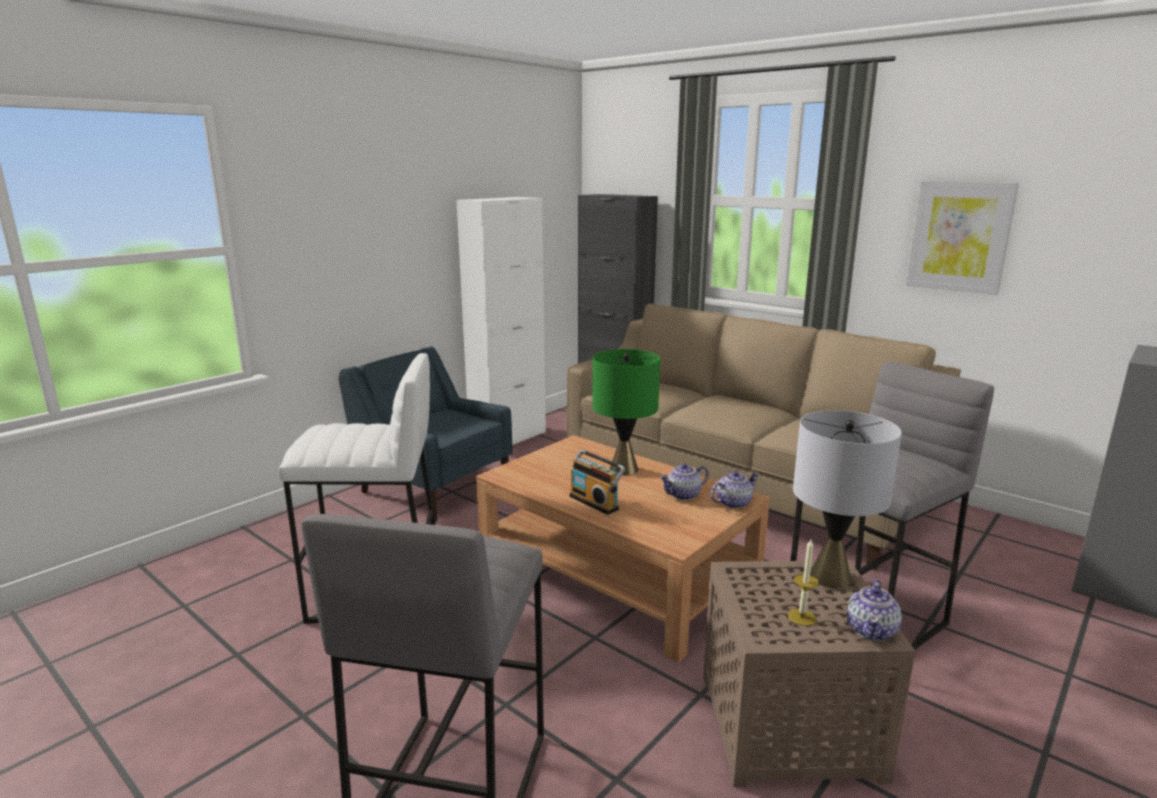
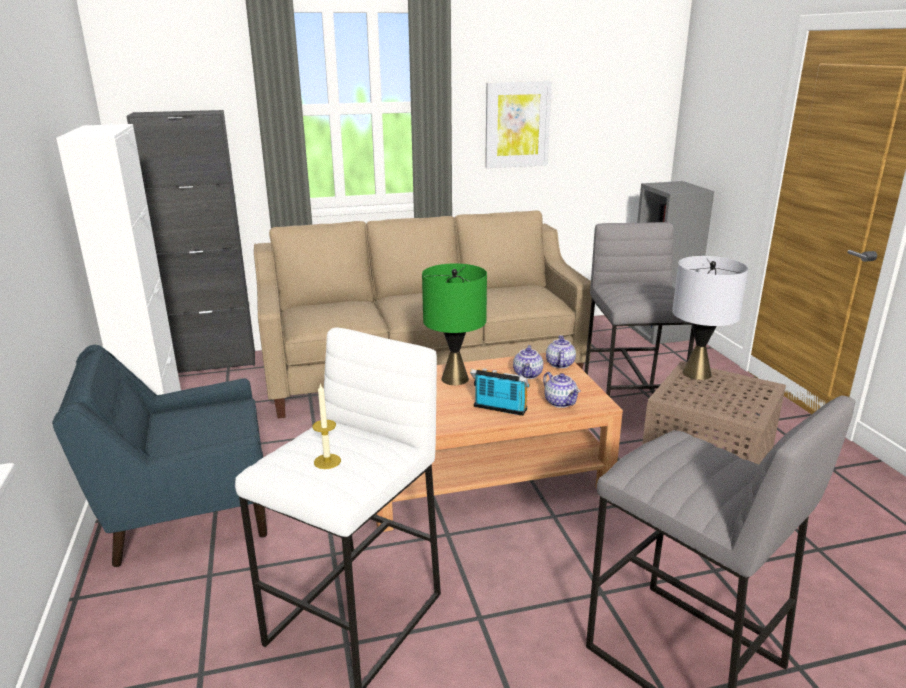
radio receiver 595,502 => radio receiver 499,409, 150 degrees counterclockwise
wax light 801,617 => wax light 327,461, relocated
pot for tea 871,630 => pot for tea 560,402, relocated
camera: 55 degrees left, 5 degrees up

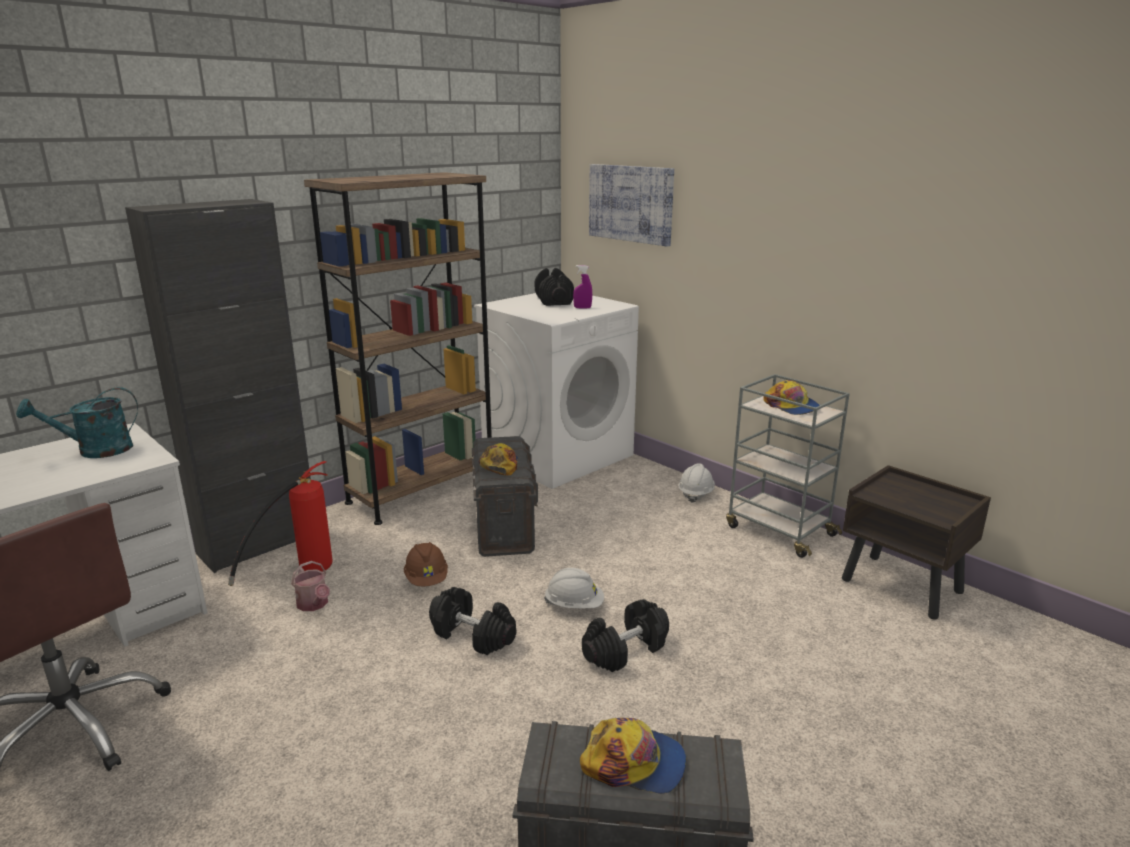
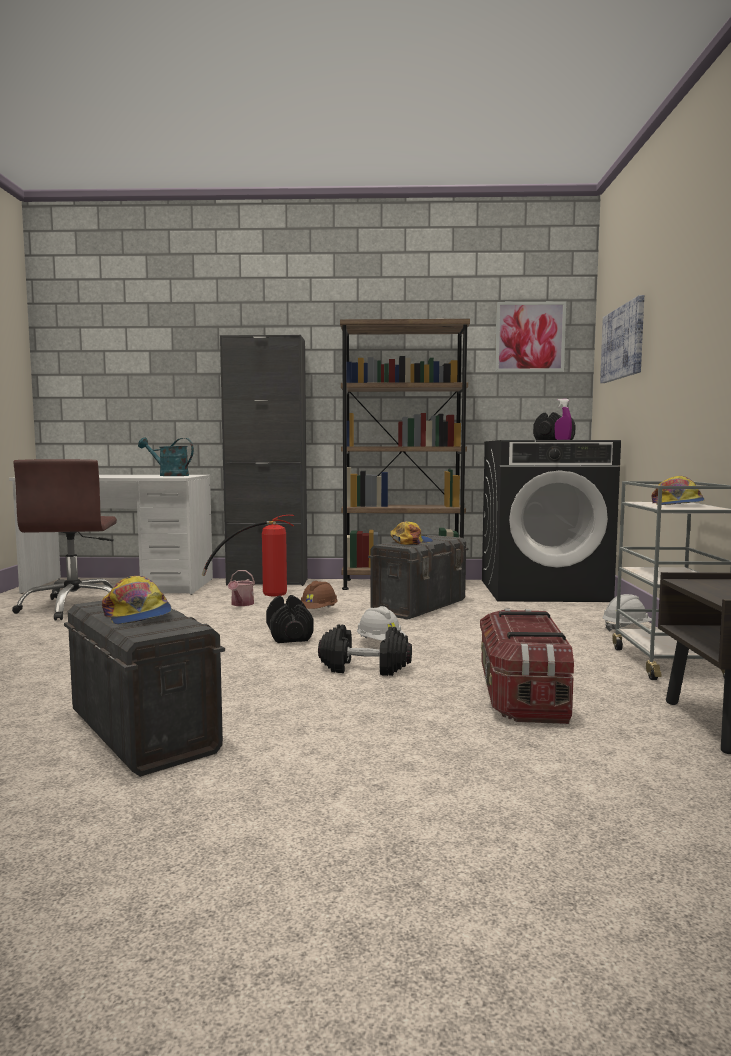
white-coloured laundry appliance 558,455 => black-coloured laundry appliance 543,590
nothing => wall art 529,337
nothing => storage container 522,695
camera: 45 degrees right, 15 degrees down

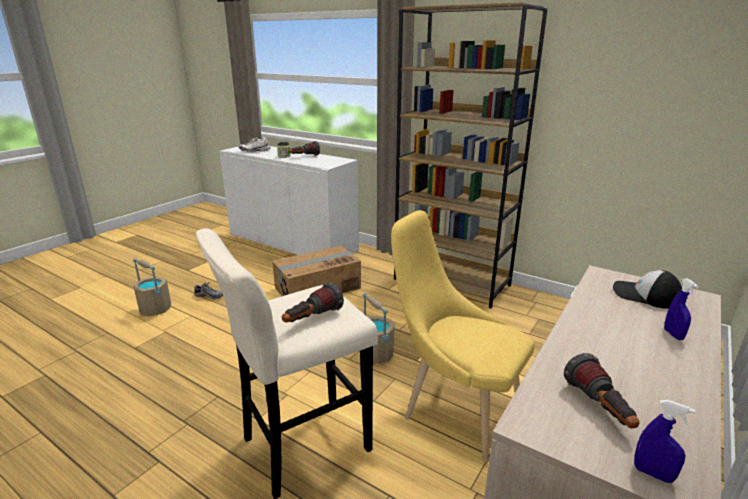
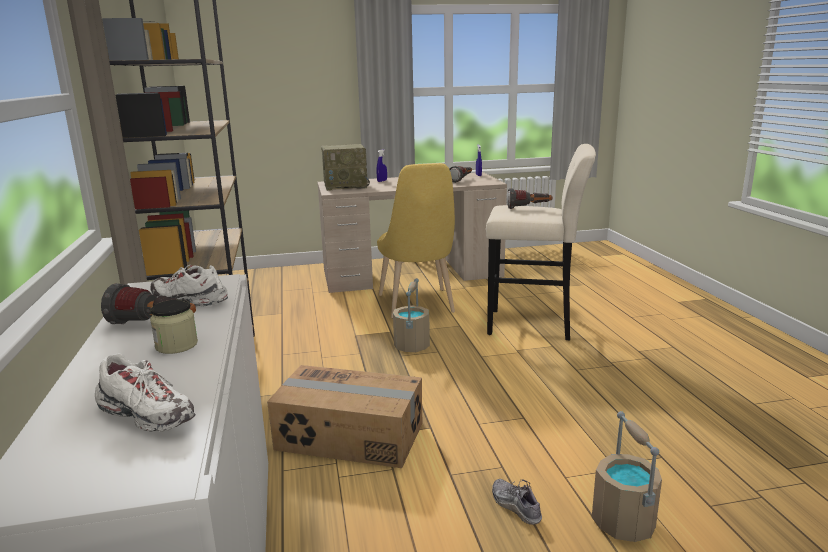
baseball cap 645,295 => radio receiver 346,186
nothing => white-coloured shoe 189,301
camera: 135 degrees left, 5 degrees down

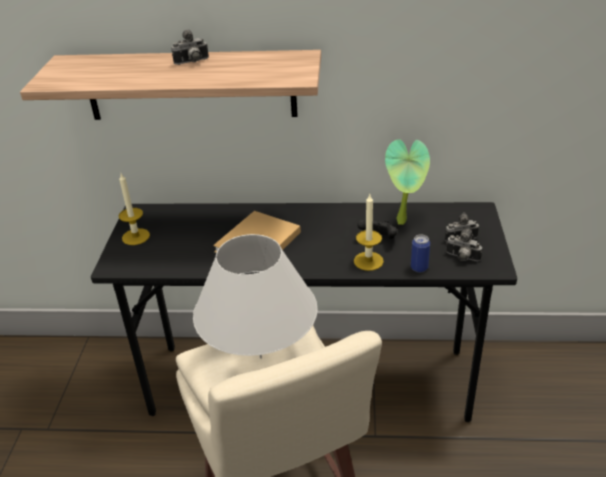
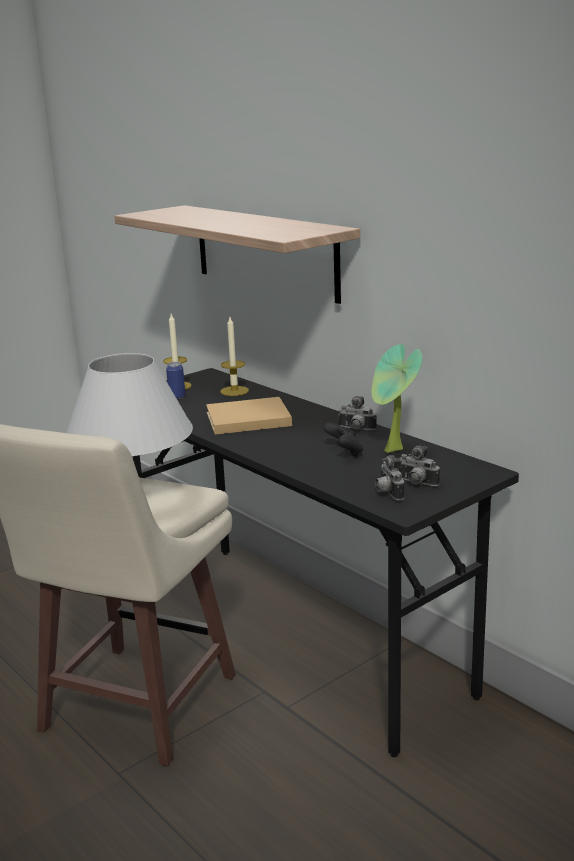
photo camera 192,62 => photo camera 356,429, relocated
wax light 368,261 => wax light 234,391, relocated
sealed can 419,268 => sealed can 177,397, relocated
camera: 45 degrees right, 15 degrees down

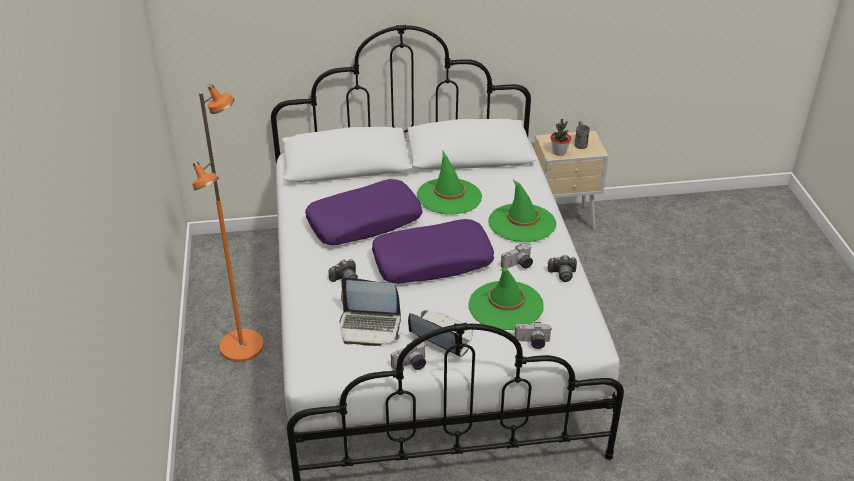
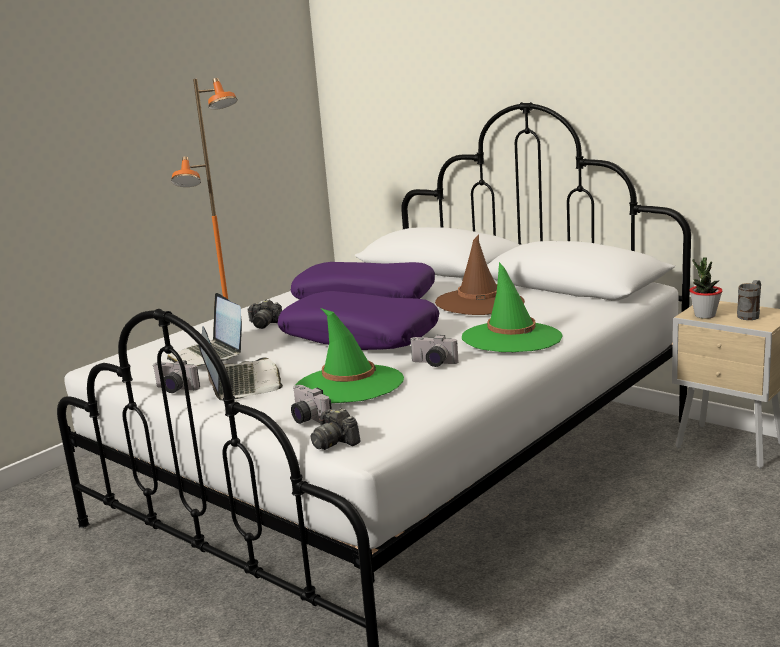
green-coloured clothing hat 449,196 => brown clothing hat 479,303
photo camera 562,274 => photo camera 335,442, relocated
camera: 50 degrees right, 20 degrees down

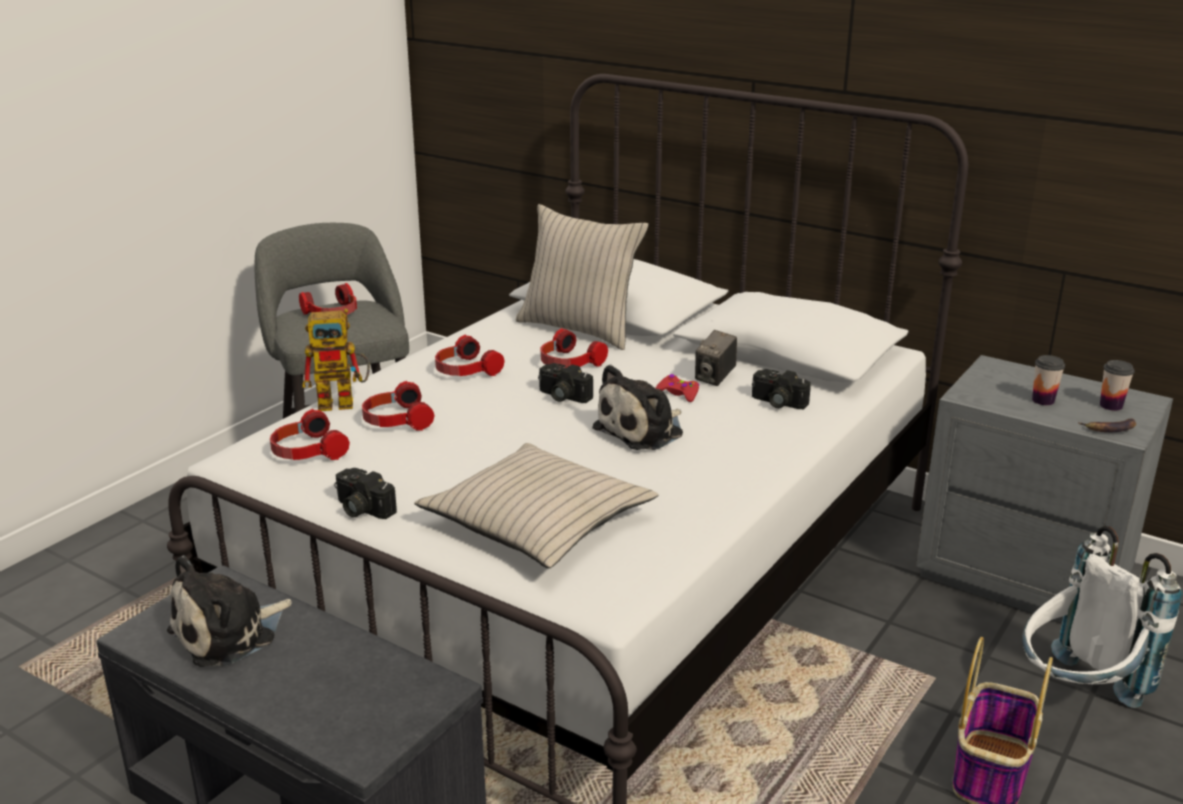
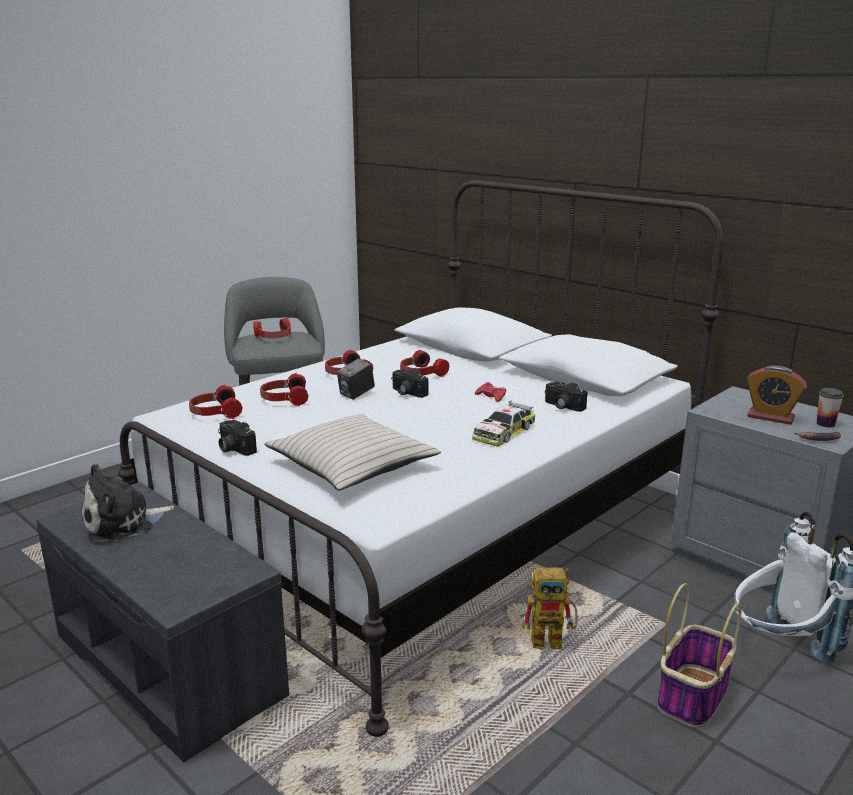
sand-coloured cushion 580,329 => nothing
toy robot 344,402 => toy robot 553,640, relocated
photo camera 715,378 => photo camera 356,394, relocated
cup 1043,400 => table clock 770,417
plush toy 643,430 => nothing
nothing => toy car 503,432
camera: 10 degrees right, 5 degrees down

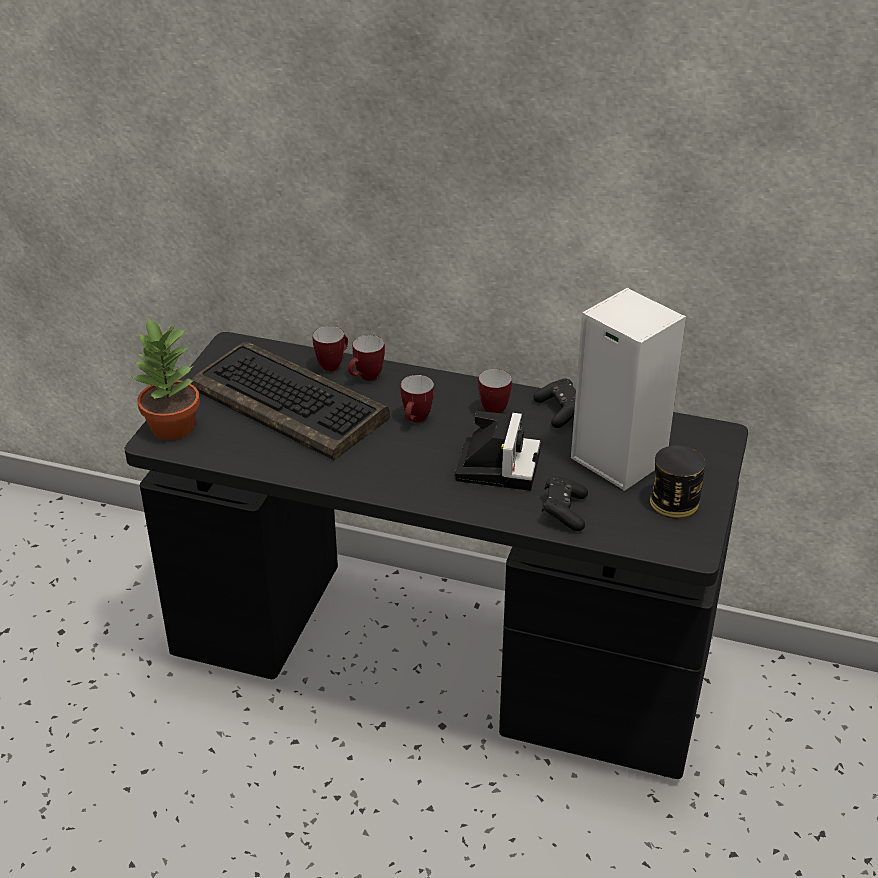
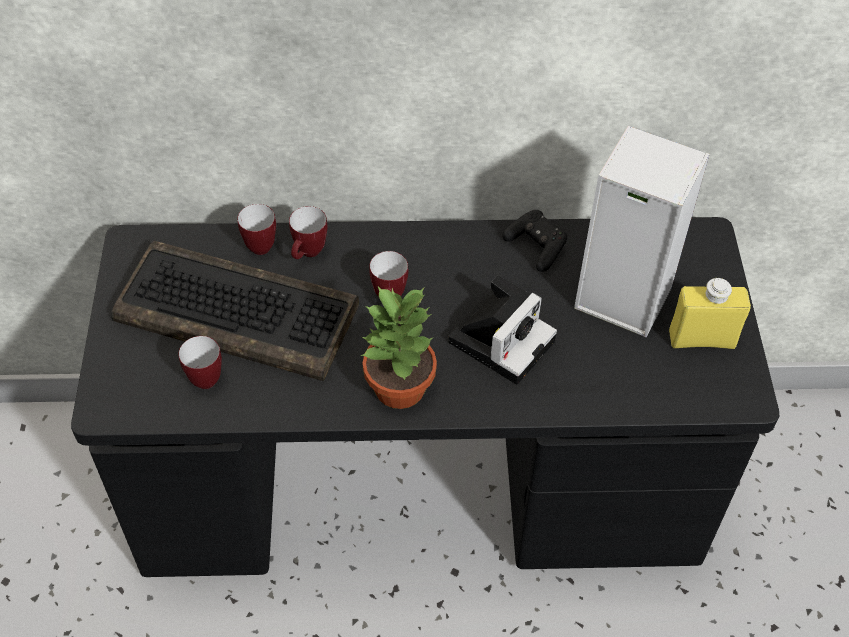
houseplant 172,428 => houseplant 400,388, relocated
tea mug 492,409 => tea mug 202,377, relocated
photo camera 497,465 => photo camera 502,338, 45 degrees clockwise
sealed can 674,502 => yellow drink bottle 701,339
black-coloured gamepad 564,512 => nothing
camera: 20 degrees left, 15 degrees up

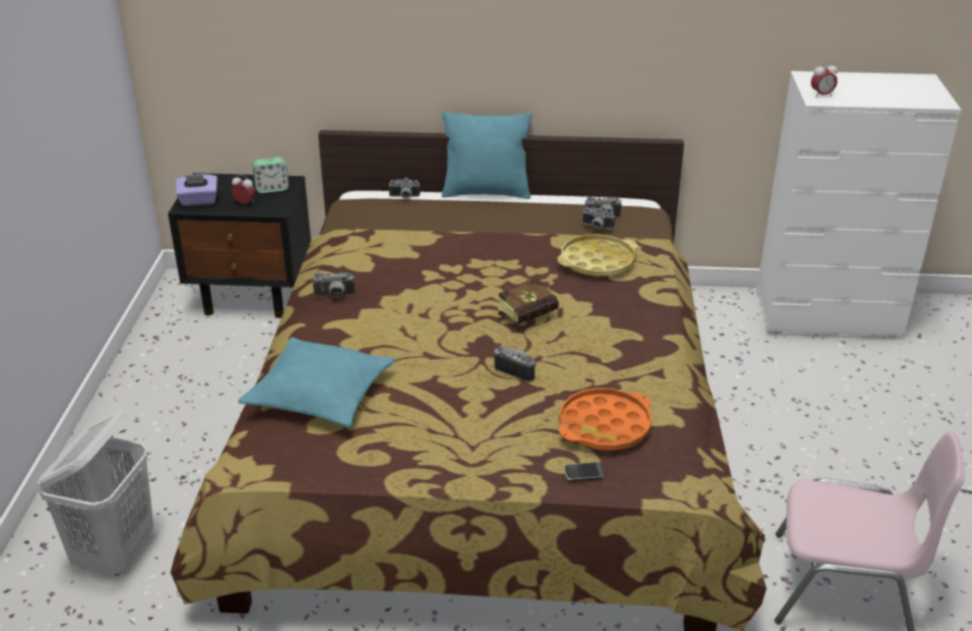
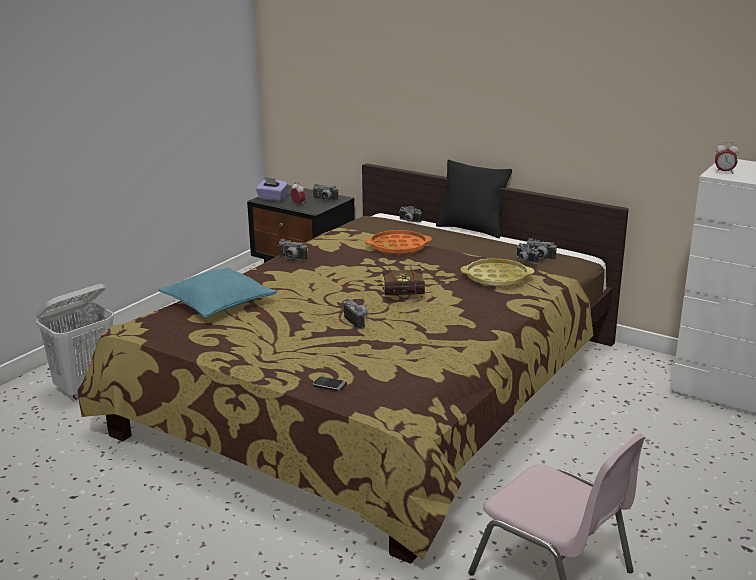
turquoise-coloured cushion 486,192 => black-coloured cushion 471,229
table clock 272,188 => photo camera 325,200
orange-coloured tray 604,426 => orange-coloured tray 398,247, relocated
camera: 30 degrees right, 10 degrees down

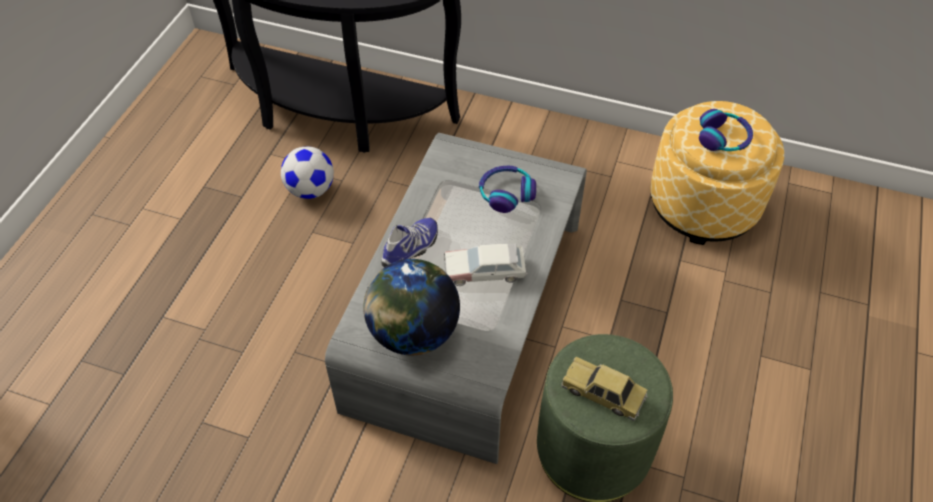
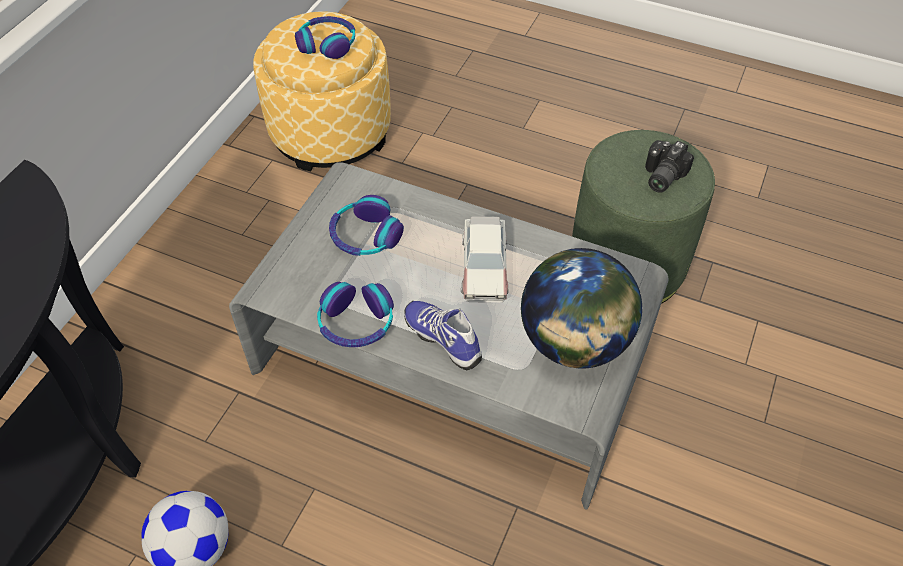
toy car 603,393 => photo camera 660,176
nothing => headset 356,323
camera: 85 degrees left, 0 degrees up

